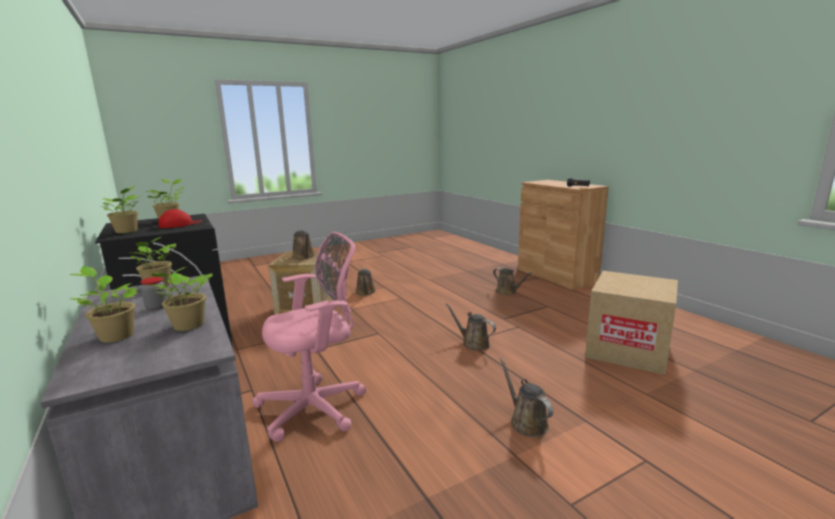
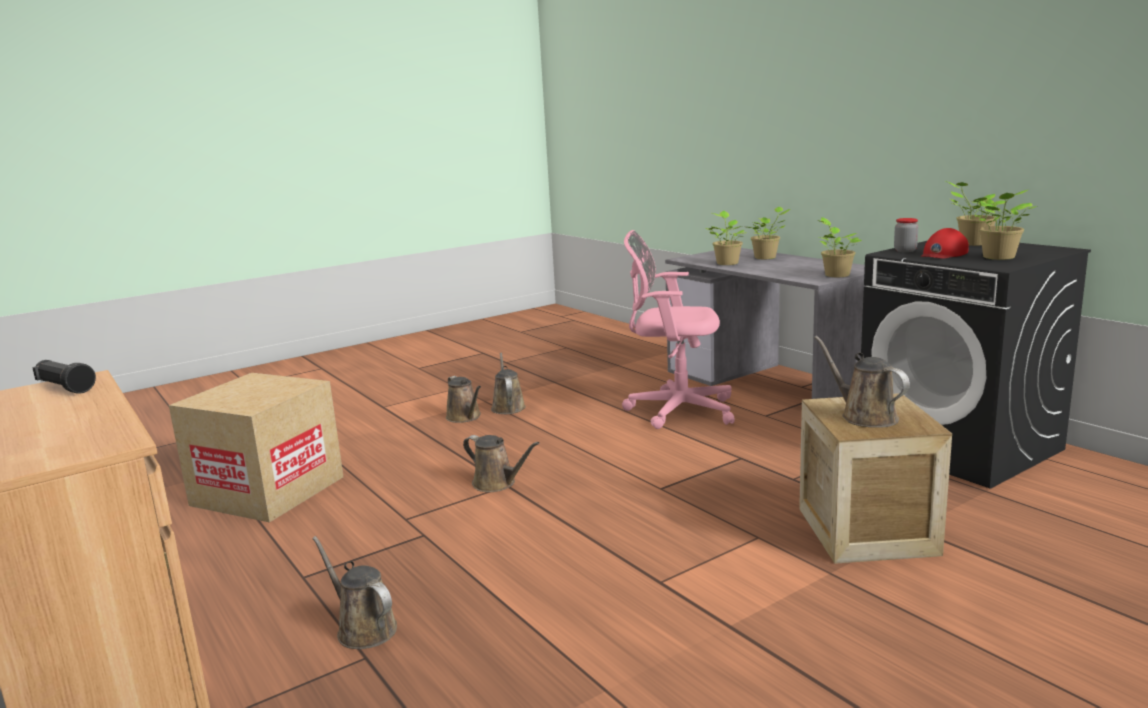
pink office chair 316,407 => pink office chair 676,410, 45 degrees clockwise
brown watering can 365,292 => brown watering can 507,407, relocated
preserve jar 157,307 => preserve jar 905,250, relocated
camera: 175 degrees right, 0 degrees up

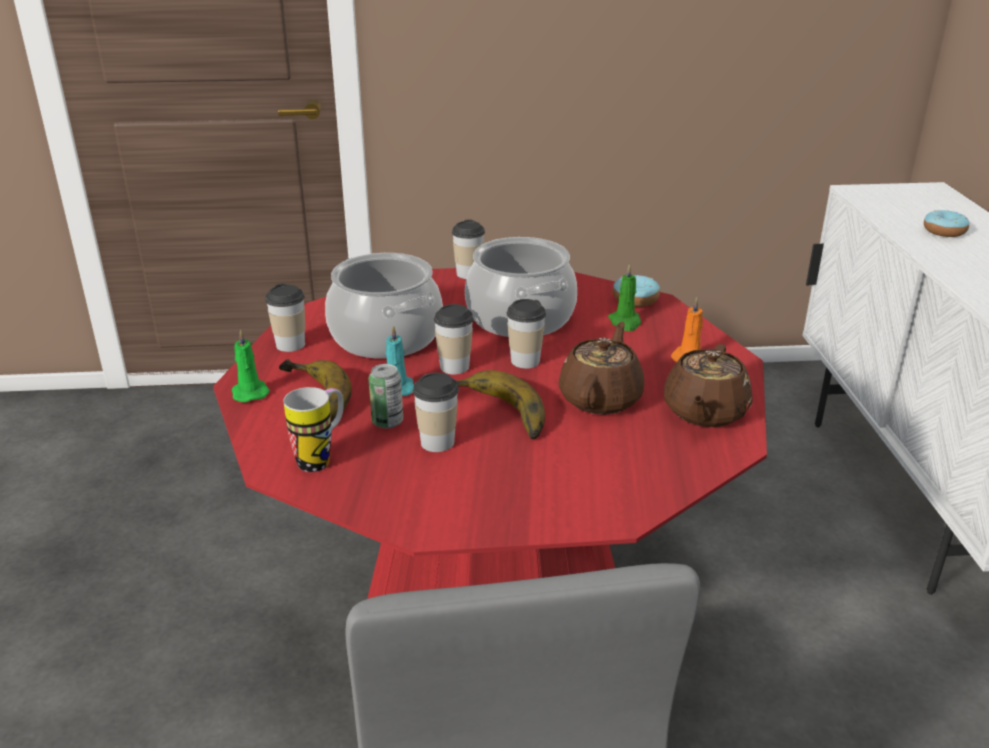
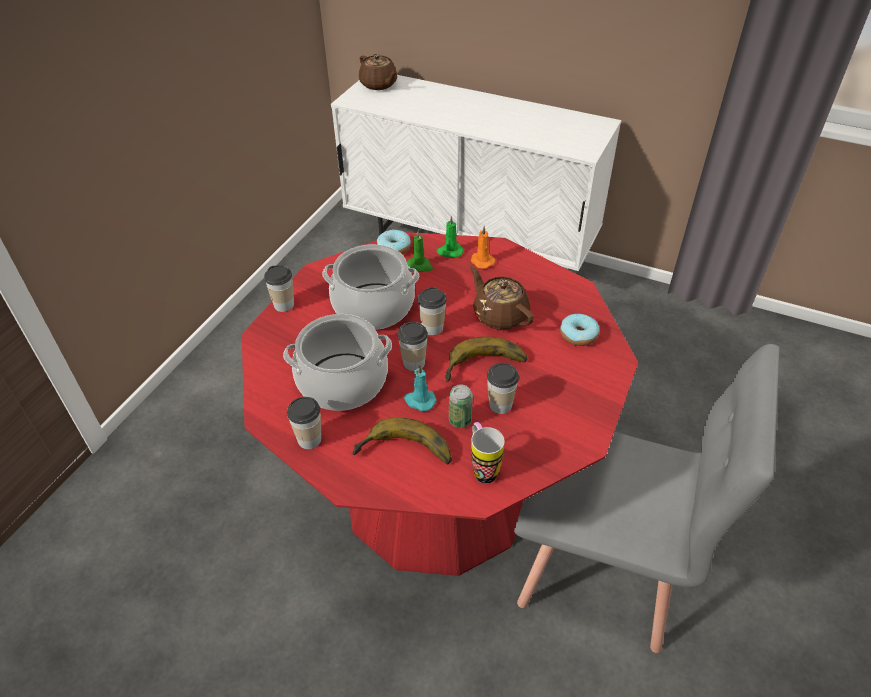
ring doughnut 944,231 => ring doughnut 578,335, relocated
green-coloured wax light 249,392 => green-coloured wax light 449,251, relocated
brown pot for tea 704,412 => brown pot for tea 379,85, relocated
camera: 60 degrees left, 15 degrees up

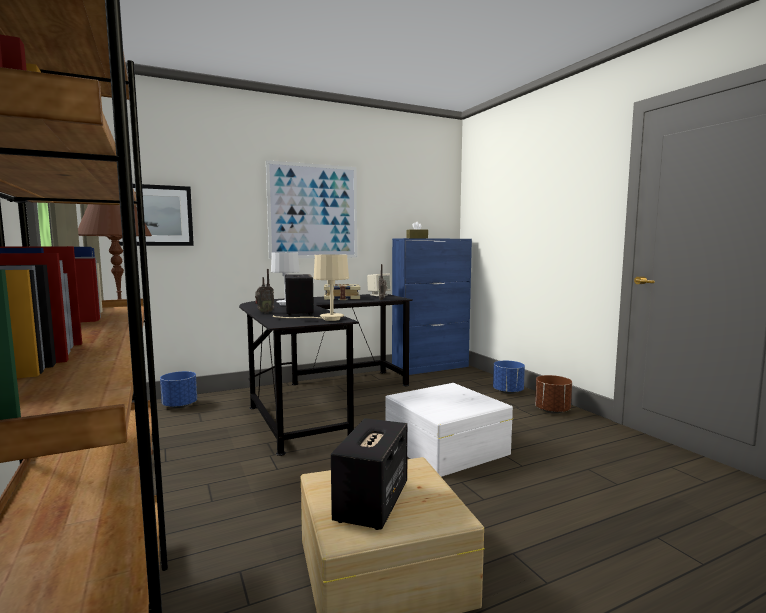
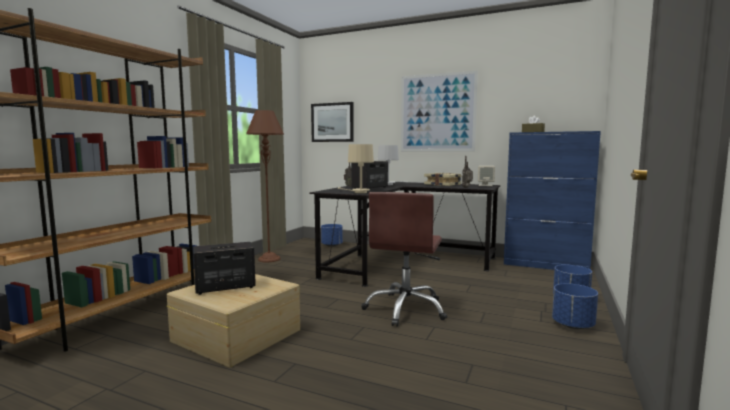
brown flower pot 552,411 => blue flower pot 573,325
white-coloured storage container 445,447 => brown office chair 406,309
camera: 50 degrees right, 0 degrees up

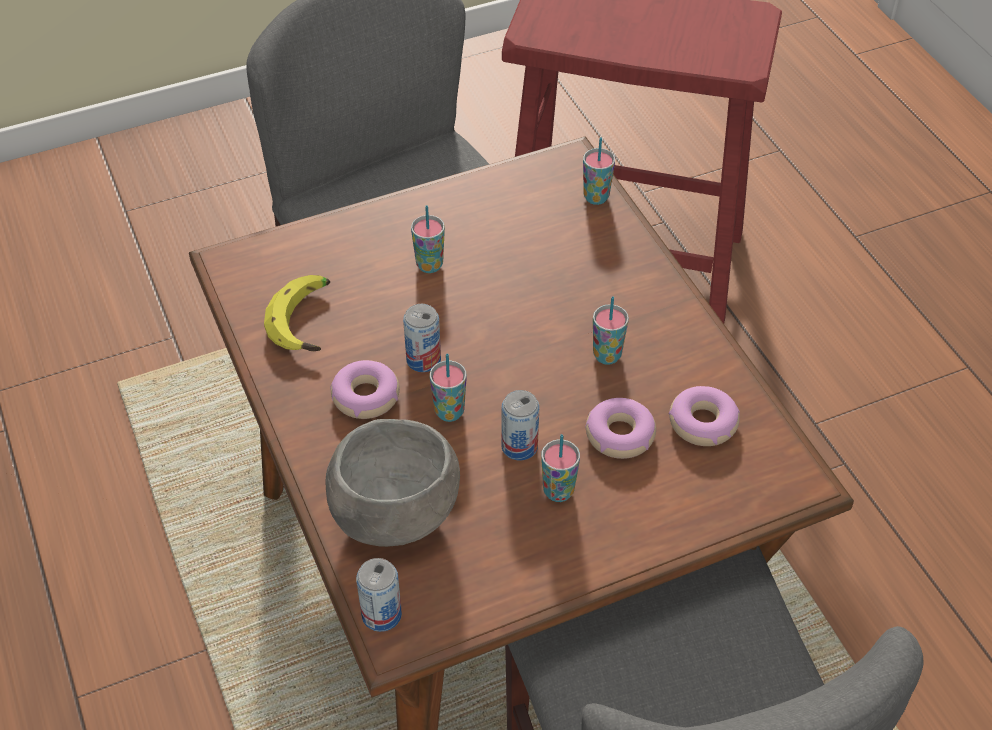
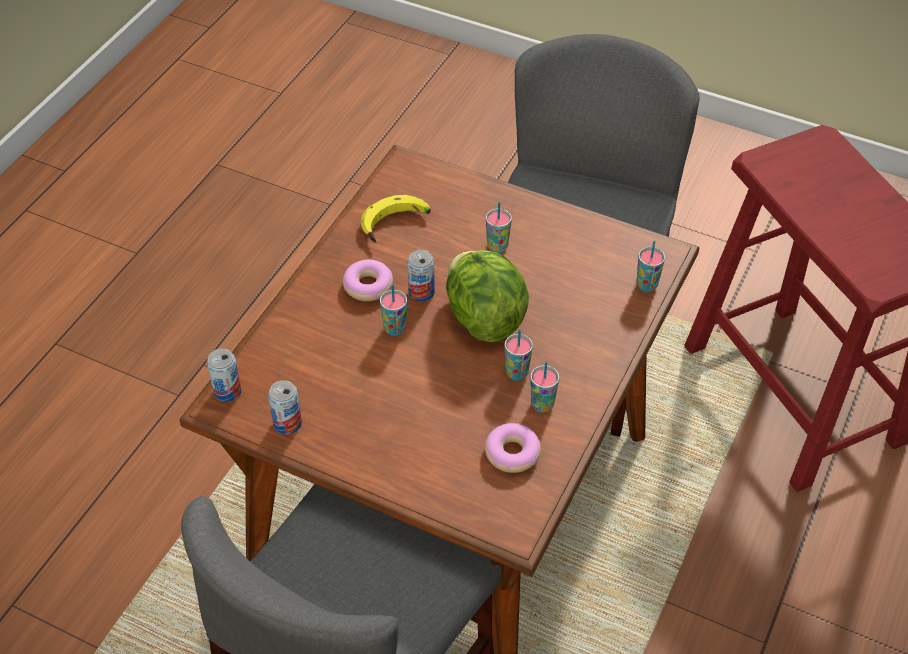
sealed can 519,446 => sealed can 287,423, relocated
ring doughnut 619,435 => nothing
greyish deep dish 393,516 => nothing
cup 558,491 => cup 542,405, relocated
nothing => head of lettuce 483,317
camera: 50 degrees right, 0 degrees up

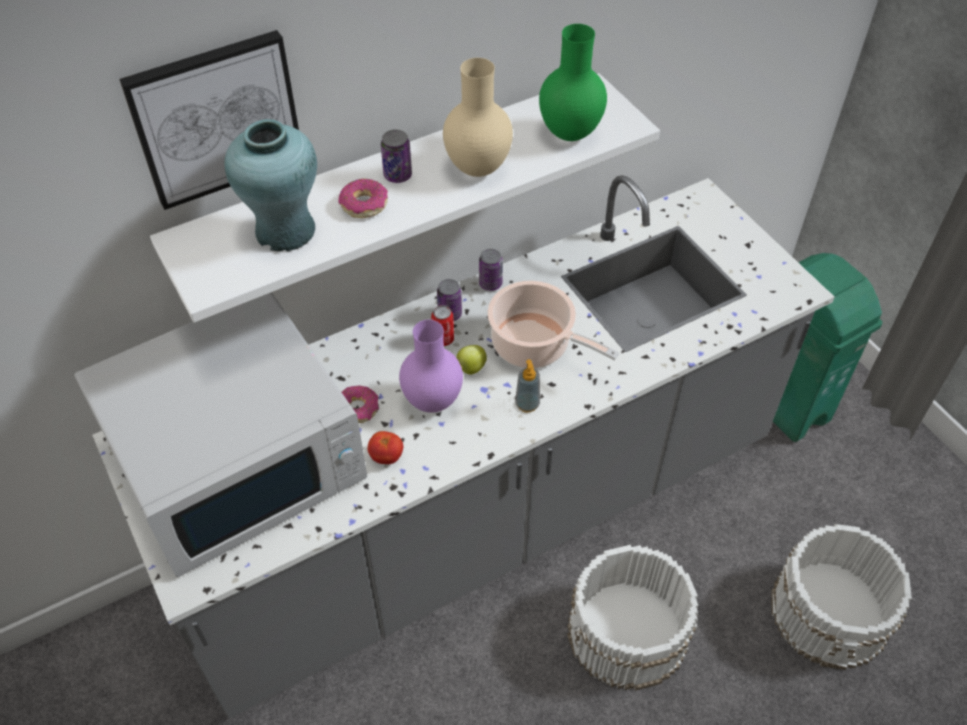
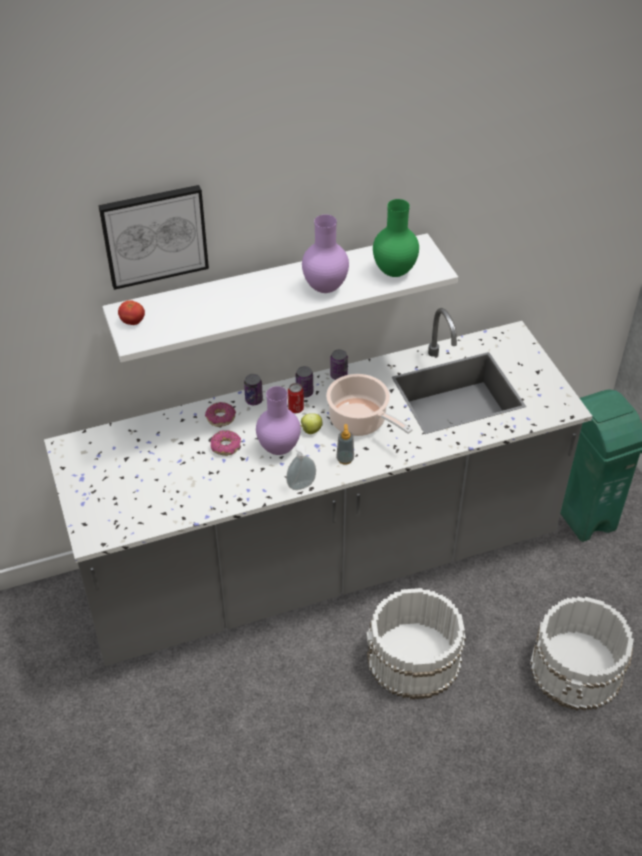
sand-coloured flower vase 478,168 => purplish flower vase 325,287
turquoise-coloured flower vase 286,231 => nothing
sealed can 397,175 => sealed can 254,400, relocated
ring doughnut 364,205 => ring doughnut 220,418, relocated
white-coloured kitchen microwave 239,460 => nothing
whole tomato 386,457 => whole tomato 133,322, relocated
nothing => soap bottle 302,486
camera: 10 degrees right, 5 degrees down

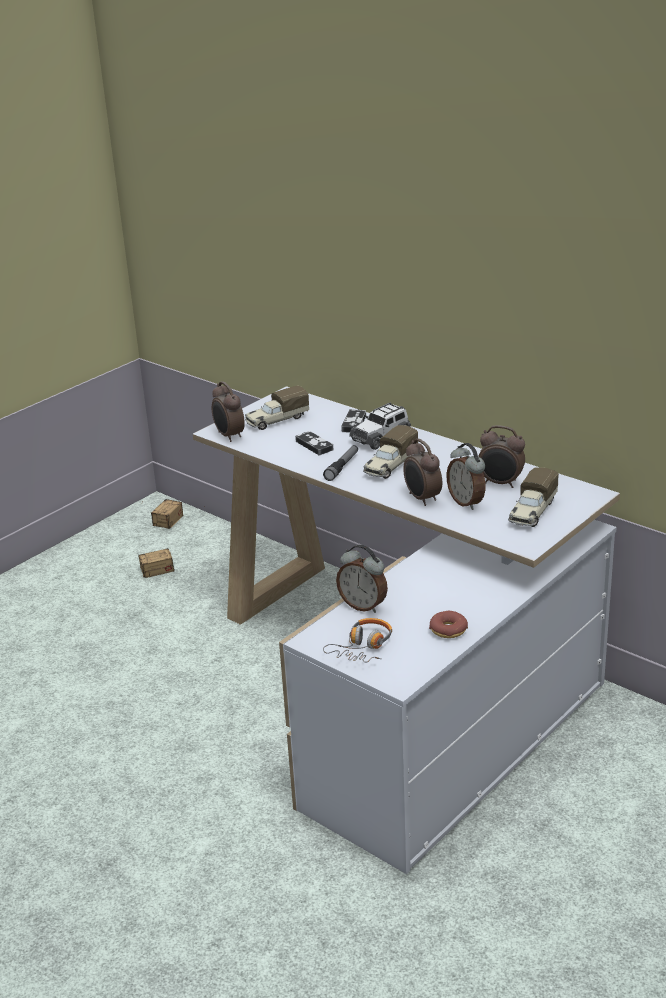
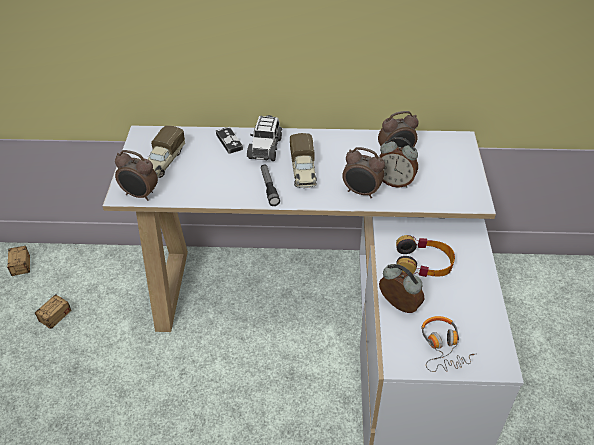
gamepad 314,445 => nothing
model truck 532,512 => nothing
table clock 363,605 => table clock 398,307, 135 degrees counterclockwise
ring doughnut 448,630 => nothing
nothing => headset 423,263
camera: 40 degrees left, 15 degrees up

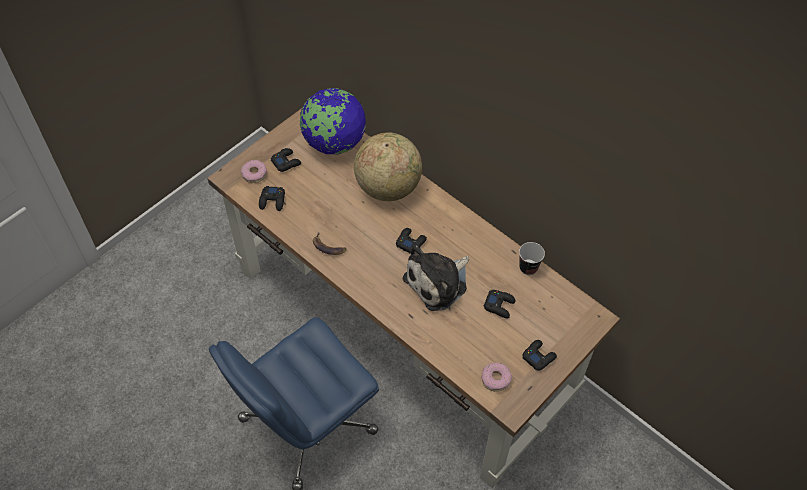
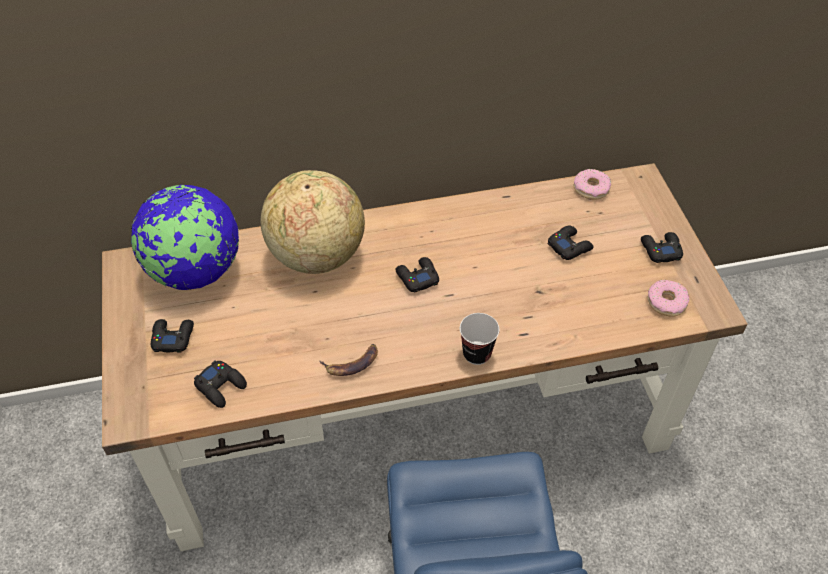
ring doughnut 254,174 => ring doughnut 591,189, relocated
cup 528,268 => cup 477,354, relocated
plush toy 438,282 => nothing
camera: 55 degrees left, 5 degrees down

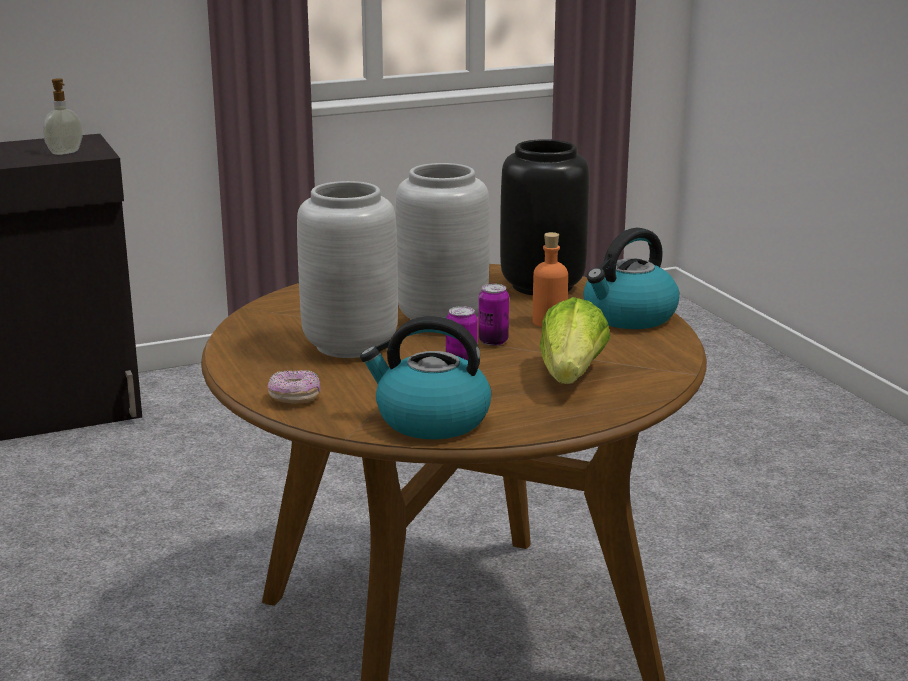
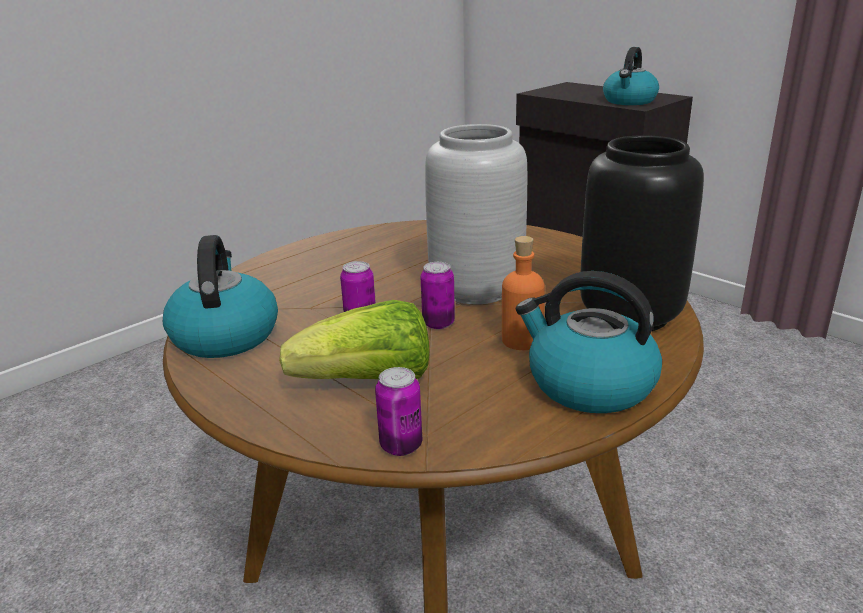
soap bottle 65,153 => water kettle 629,101
greyish flower vase 349,345 => nothing
ring doughnut 294,398 => nothing
nothing => sealed can 401,445
camera: 70 degrees right, 5 degrees up

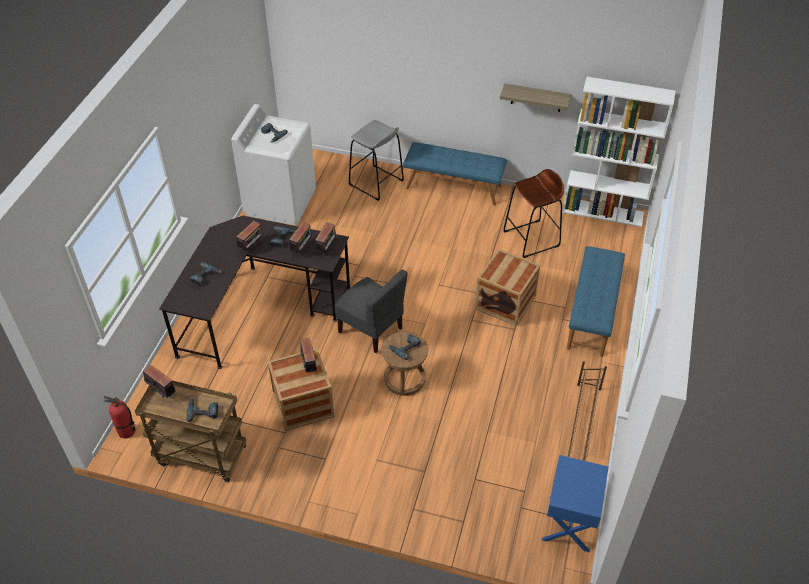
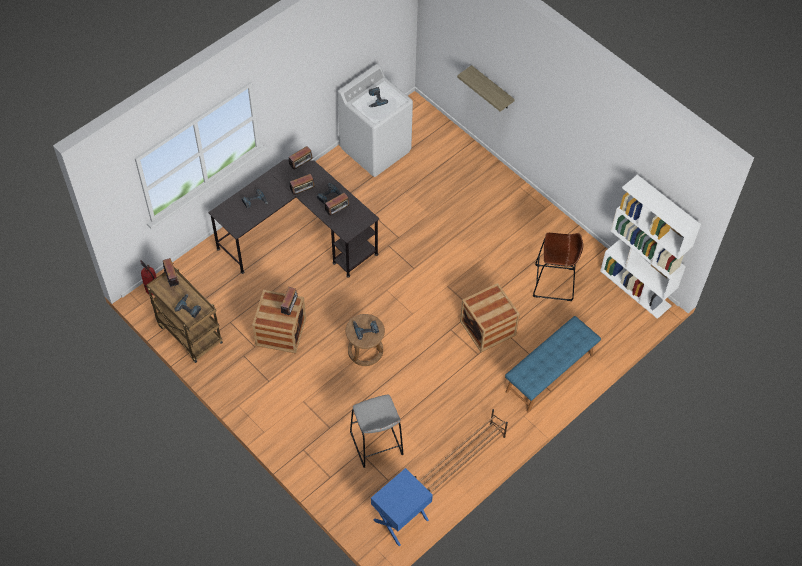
bracket shelf 536,98 => bracket shelf 492,88, relocated
greyish sitting stool 376,183 => greyish sitting stool 376,444, relocated
blue long seat 454,187 => nothing
radio receiver 327,248 => radio receiver 301,165, relocated
greyish plain chair 371,330 => nothing
camera: 30 degrees right, 10 degrees up

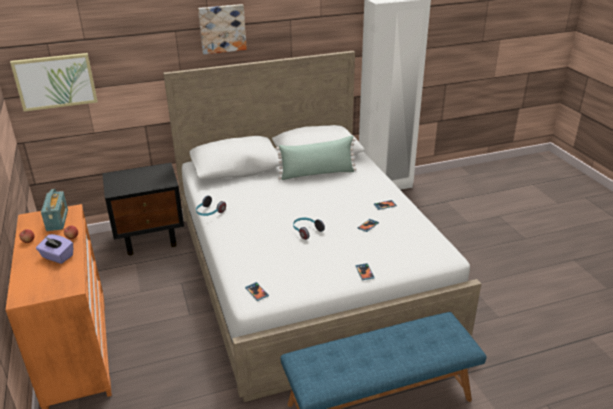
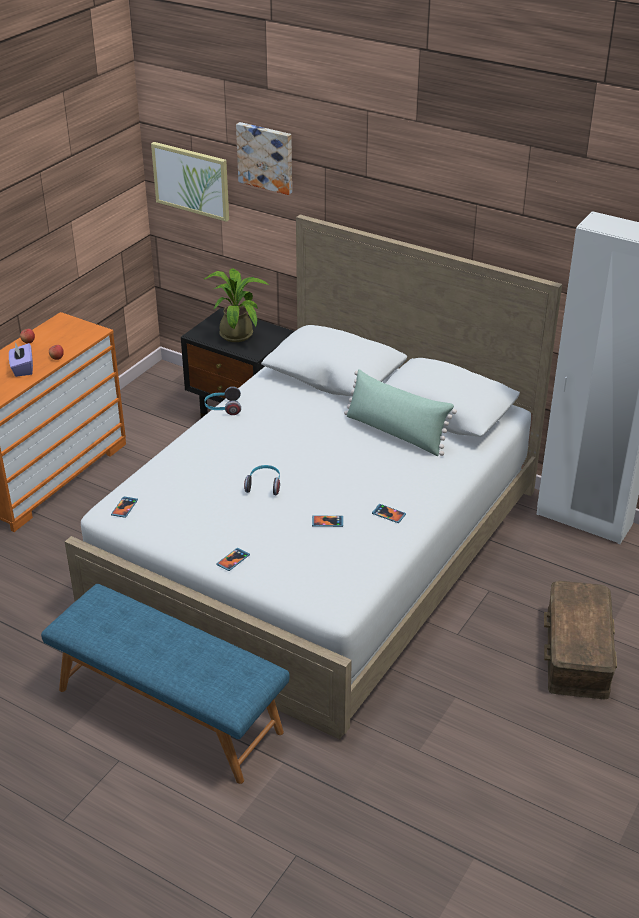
wall art 222,28 => wall art 266,157, relocated
radio receiver 57,220 => nothing
nothing => houseplant 237,332
nothing => brown storage container 578,652
camera: 50 degrees right, 5 degrees up

